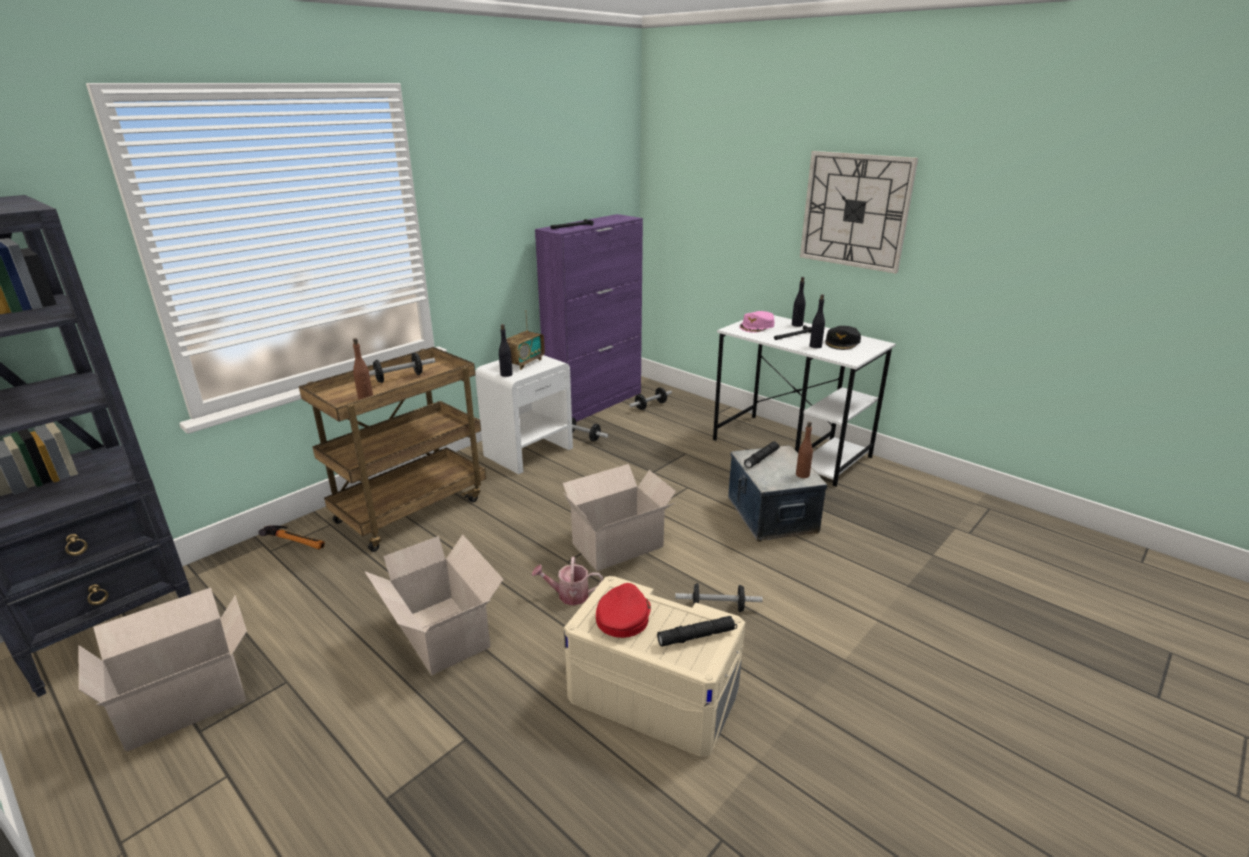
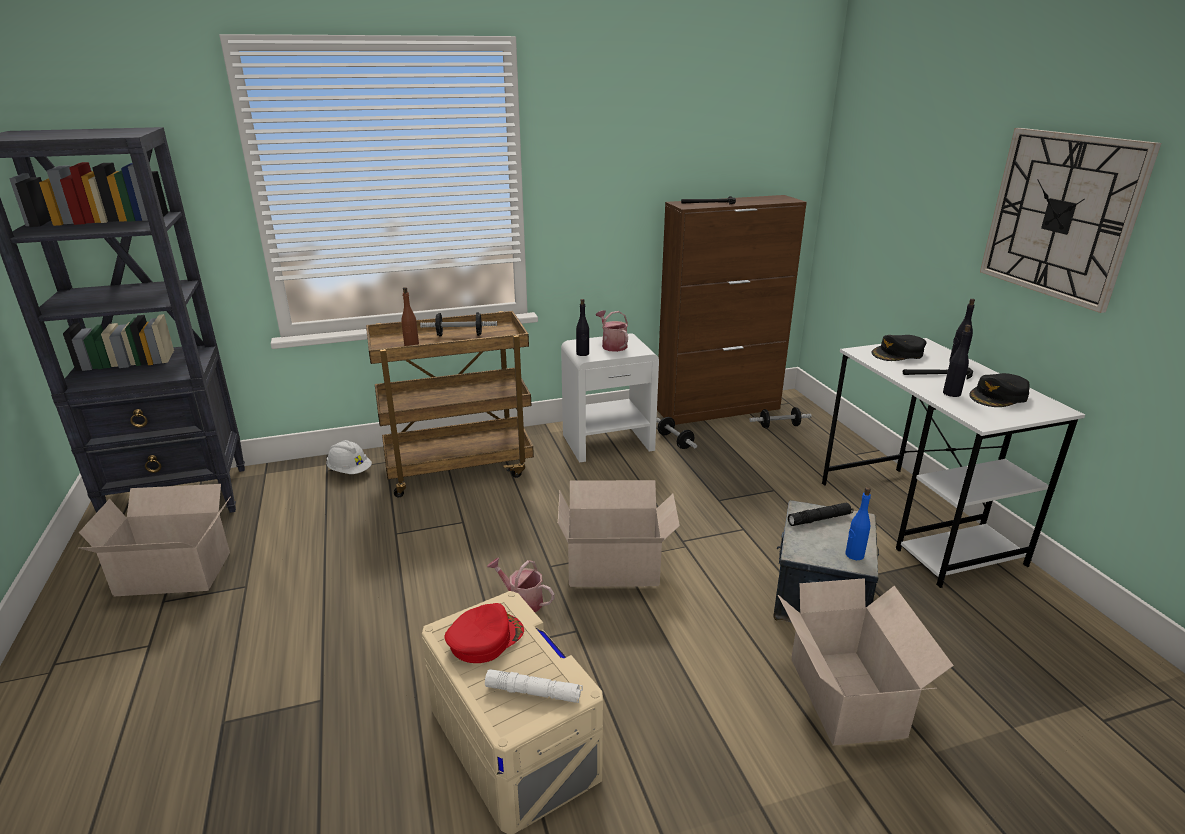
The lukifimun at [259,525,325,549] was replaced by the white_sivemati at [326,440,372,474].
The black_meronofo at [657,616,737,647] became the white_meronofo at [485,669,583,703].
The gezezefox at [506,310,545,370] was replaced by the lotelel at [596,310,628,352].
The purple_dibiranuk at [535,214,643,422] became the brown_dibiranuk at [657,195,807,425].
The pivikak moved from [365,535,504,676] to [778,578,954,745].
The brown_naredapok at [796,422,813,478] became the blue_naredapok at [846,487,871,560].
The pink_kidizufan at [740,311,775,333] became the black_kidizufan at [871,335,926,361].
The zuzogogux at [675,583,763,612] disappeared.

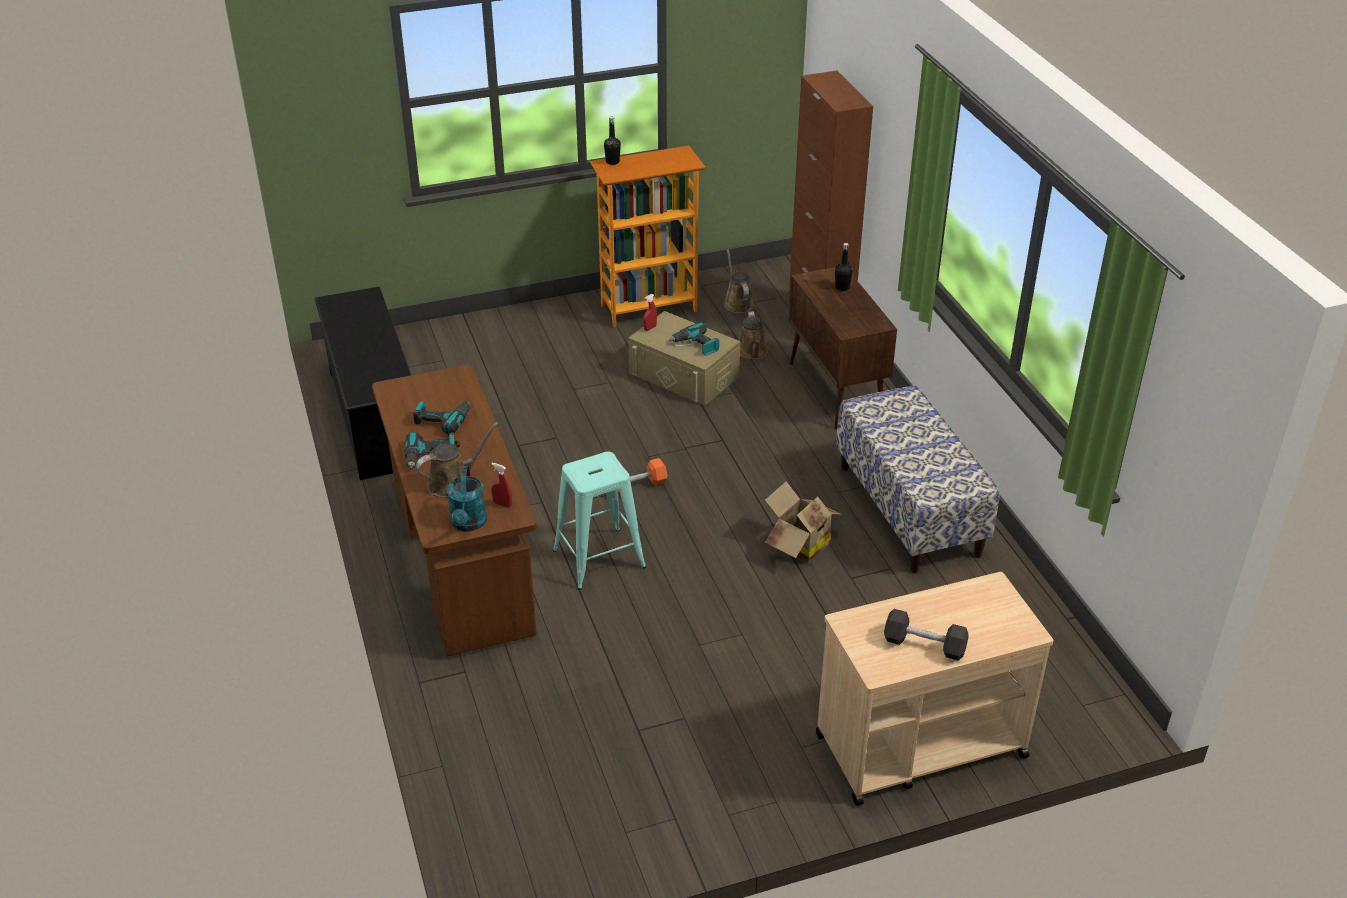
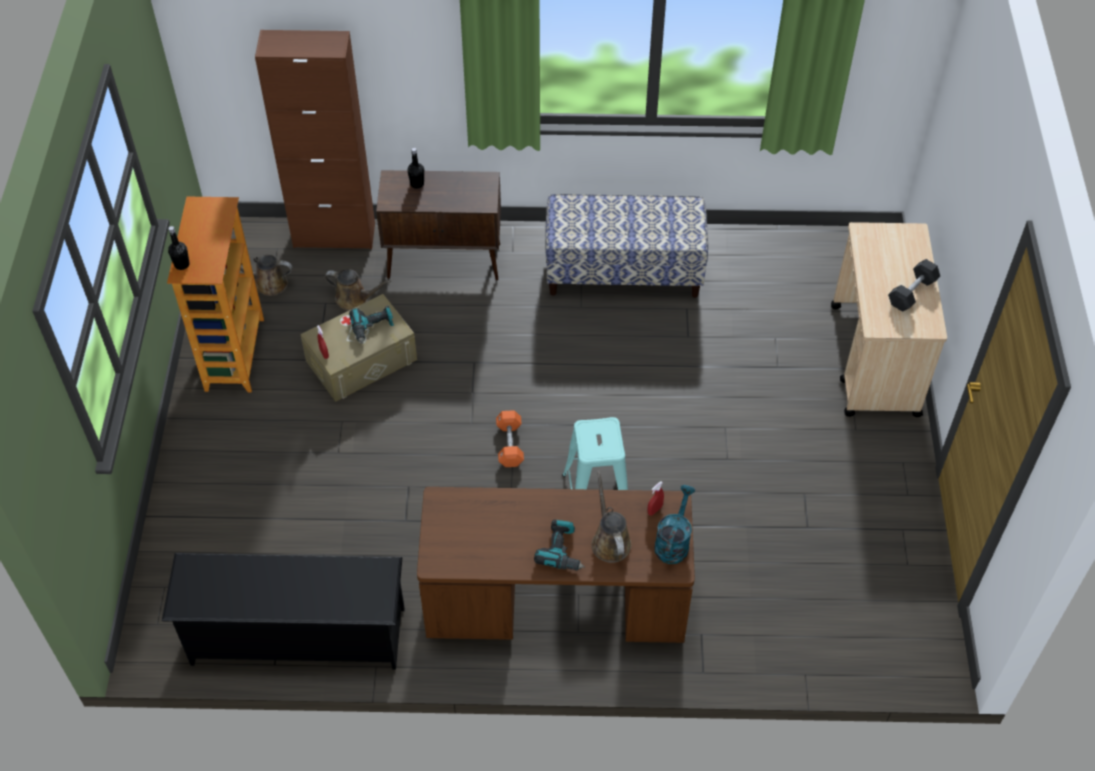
The turquoise_lotelel at [447,466,487,532] turned 90 degrees counterclockwise.
The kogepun at [413,401,471,435] disappeared.
The pivikak at [765,482,842,563] disappeared.

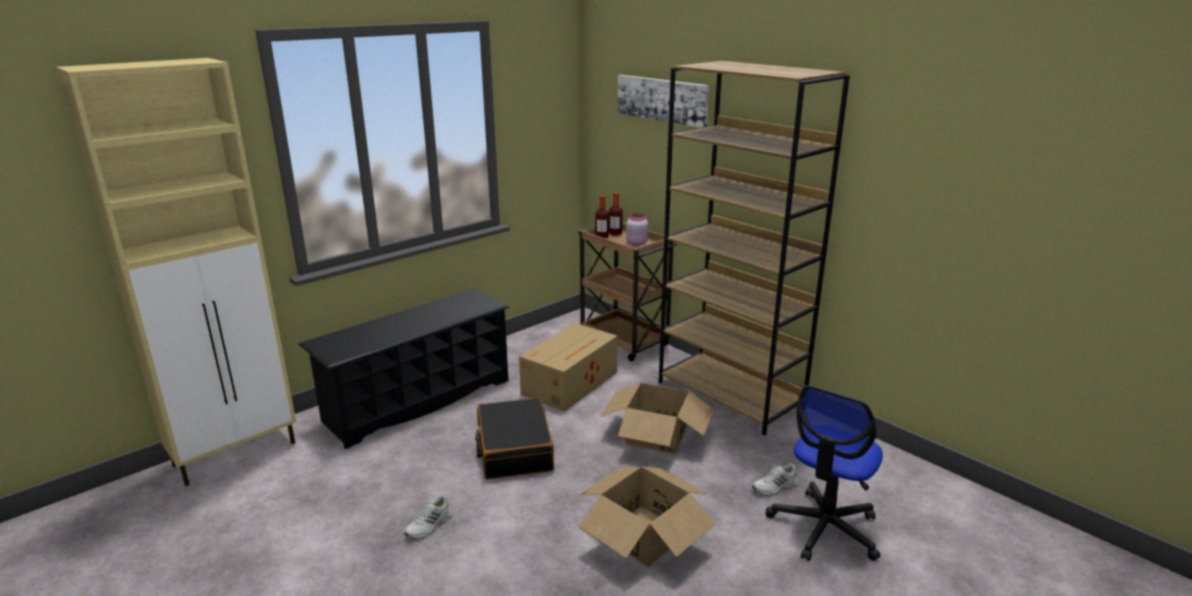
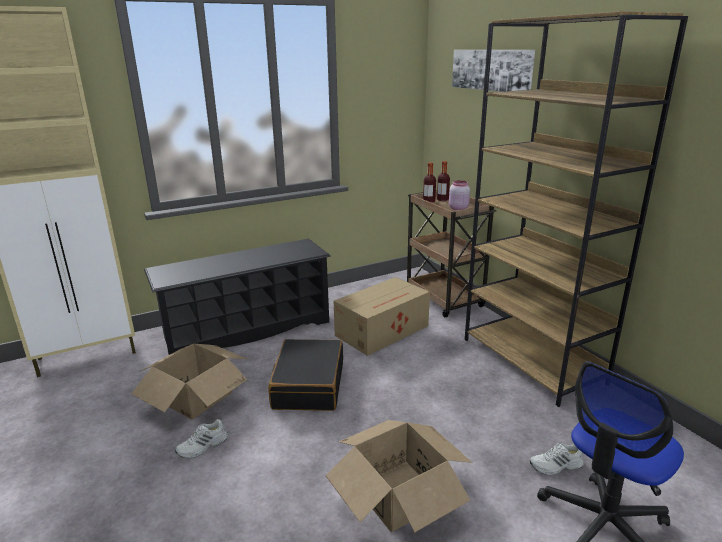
The pivikak moved from [600,383,714,454] to [131,344,248,419].

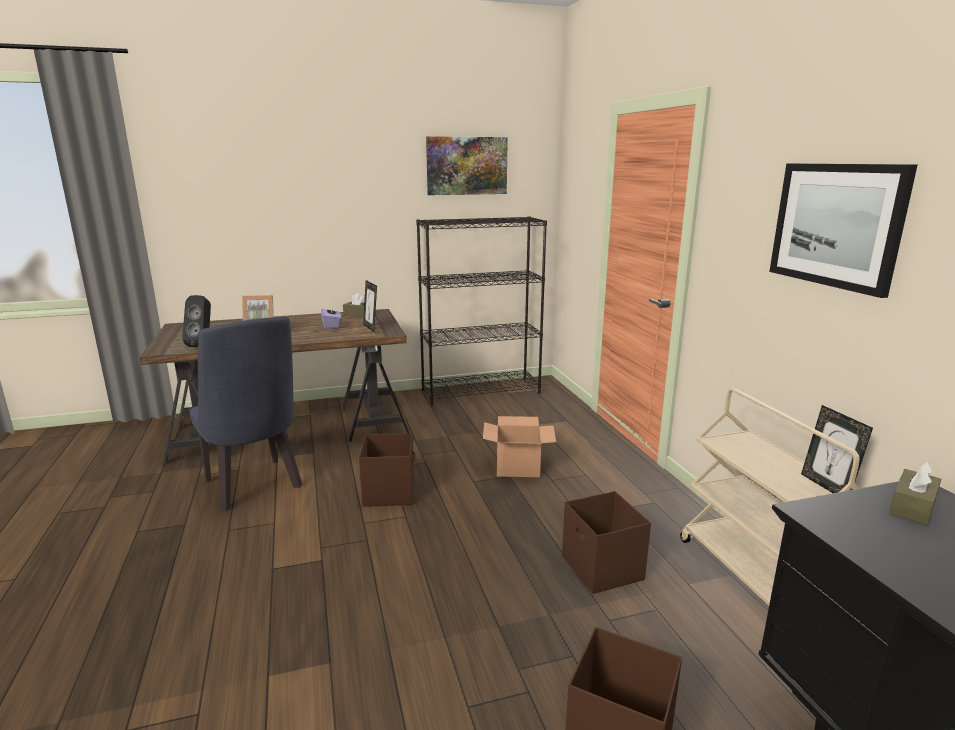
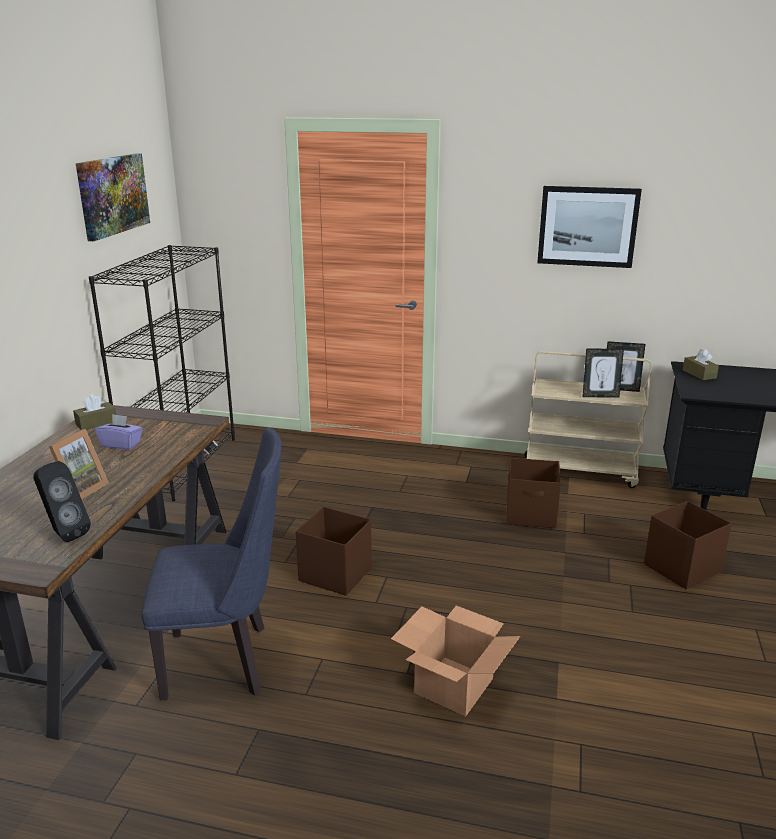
The pivikak moved from [483,416,556,477] to [391,606,520,717].
The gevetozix moved from [363,280,377,332] to [582,348,624,398].

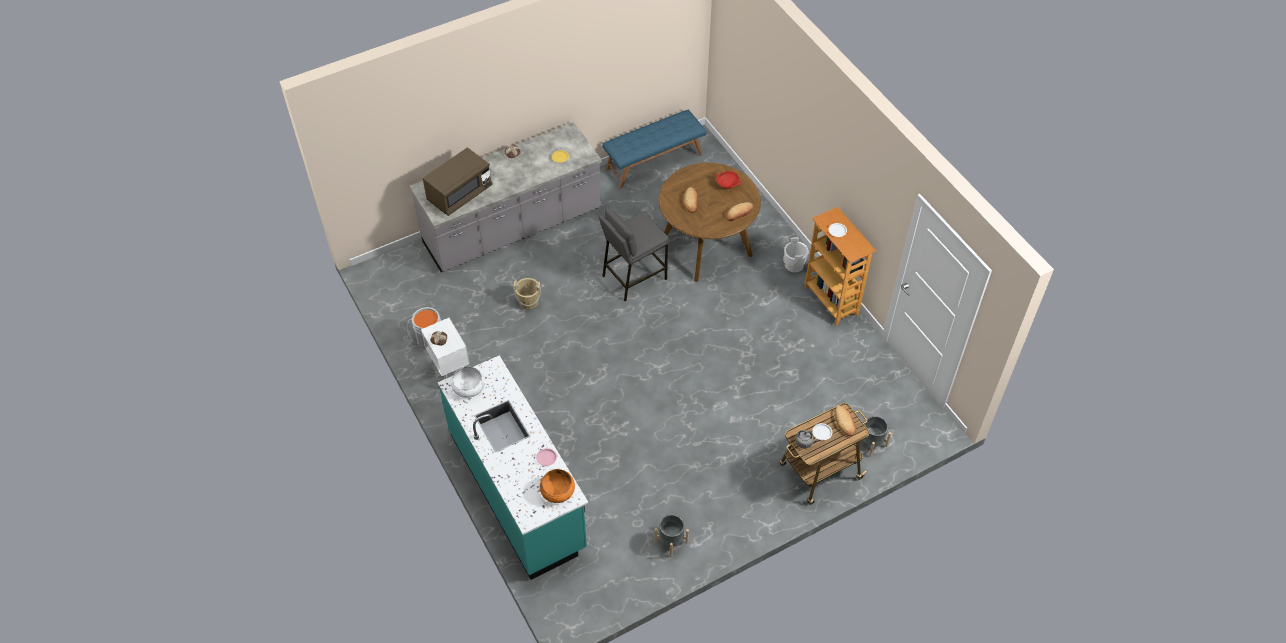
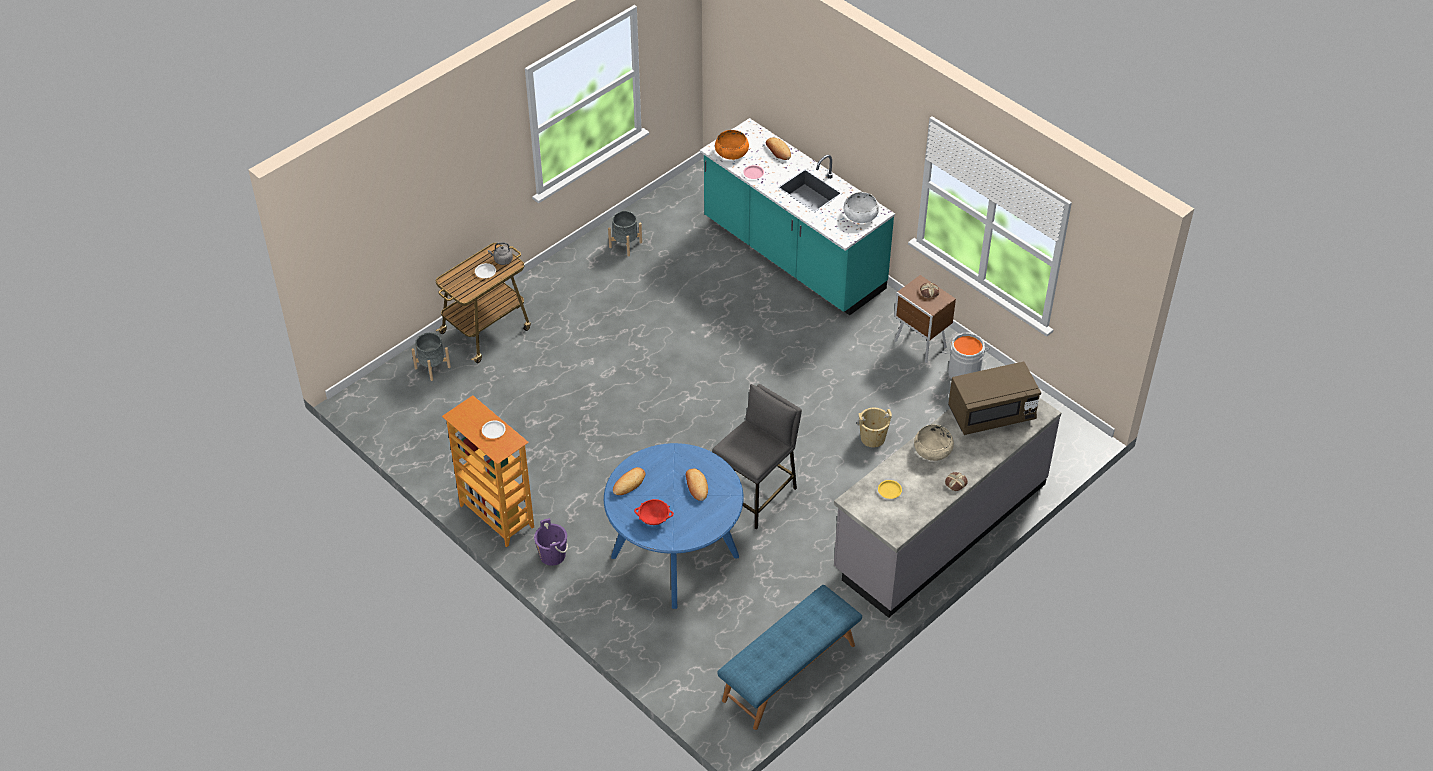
The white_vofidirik at [783,237,809,272] became the purple_vofidirik at [534,518,568,566].
The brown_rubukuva at [658,163,761,282] became the blue_rubukuva at [604,443,744,609].
The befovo moved from [835,406,856,436] to [766,137,791,160].
The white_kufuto at [421,318,470,379] became the brown_kufuto at [894,275,956,363].
The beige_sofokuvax at [914,424,954,461] appeared.
The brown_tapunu at [423,148,493,216] turned 135 degrees counterclockwise.

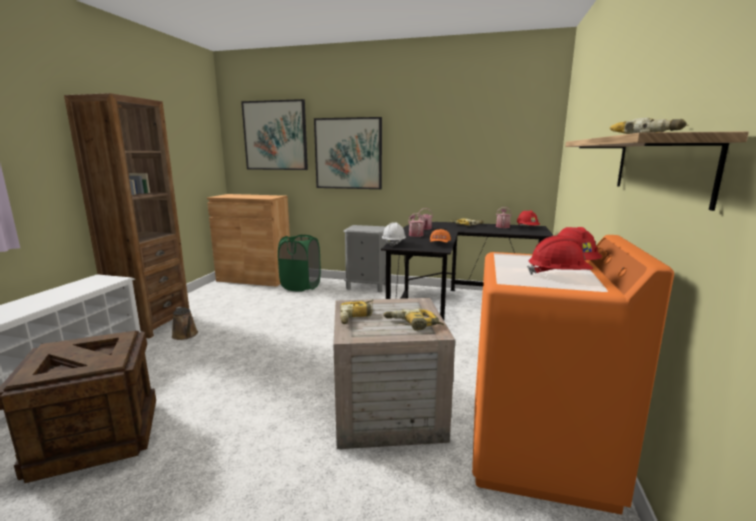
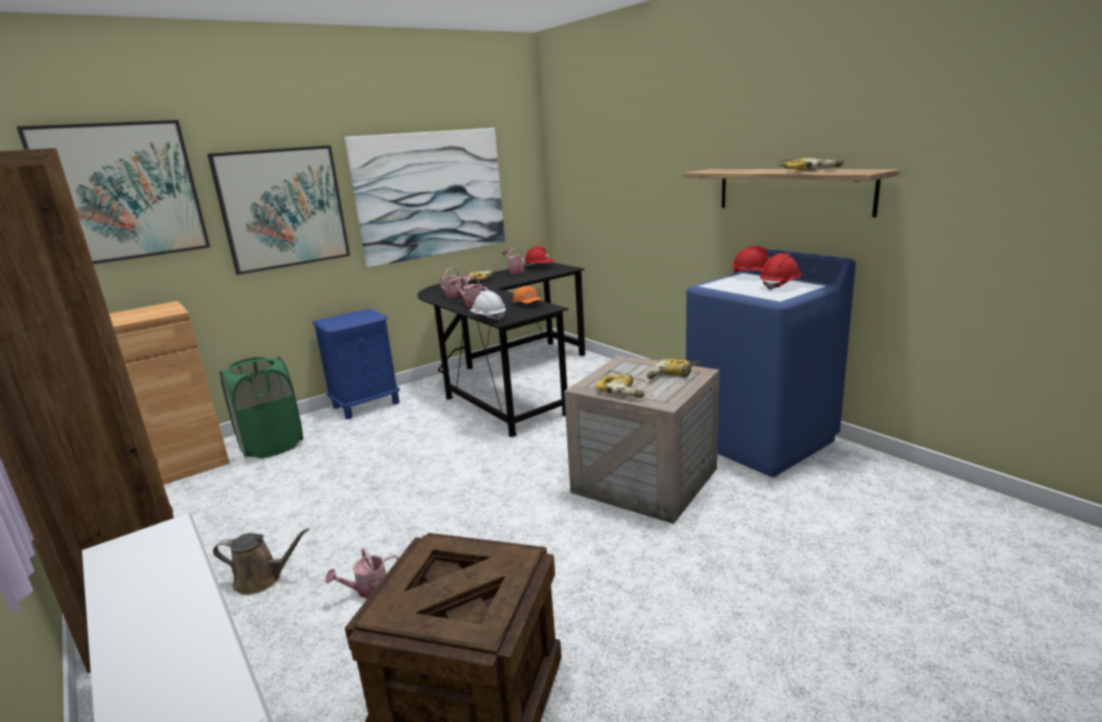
The grey_kufuto at [343,225,388,292] became the blue_kufuto at [312,308,400,419].
The lotelel at [325,547,399,599] appeared.
The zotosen at [344,128,505,267] appeared.
The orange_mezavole at [472,235,674,515] became the blue_mezavole at [686,249,856,477].

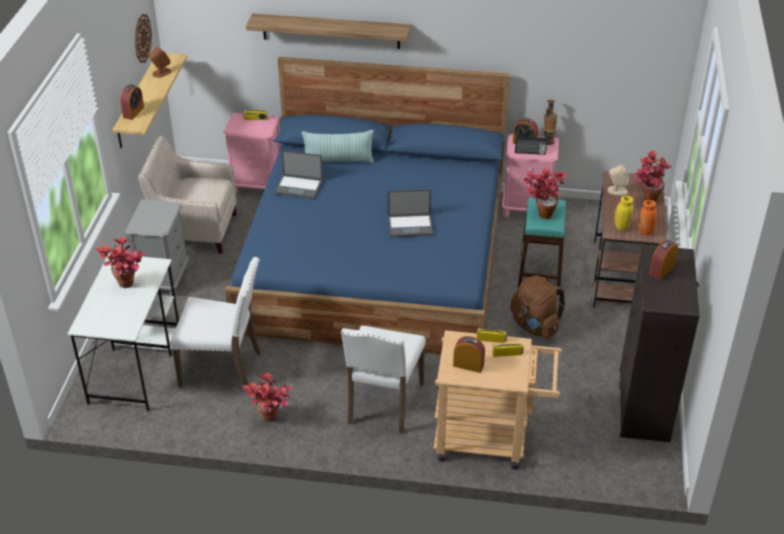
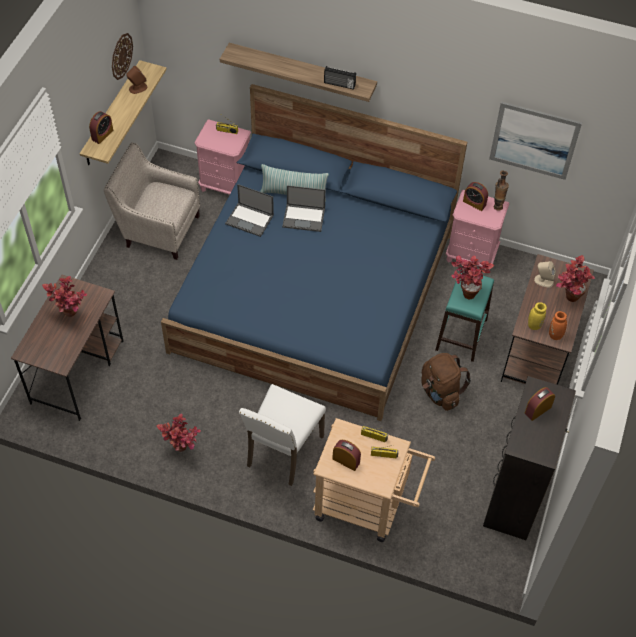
The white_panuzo at [68,254,179,411] became the brown_panuzo at [11,274,123,421].
The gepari moved from [388,189,434,237] to [282,185,326,232].
The gezezefox moved from [515,136,547,155] to [324,66,356,90].
The zotosen at [489,102,582,180] appeared.
The grey_kufuto at [125,199,189,296] disappeared.
The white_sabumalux at [170,257,262,388] disappeared.

